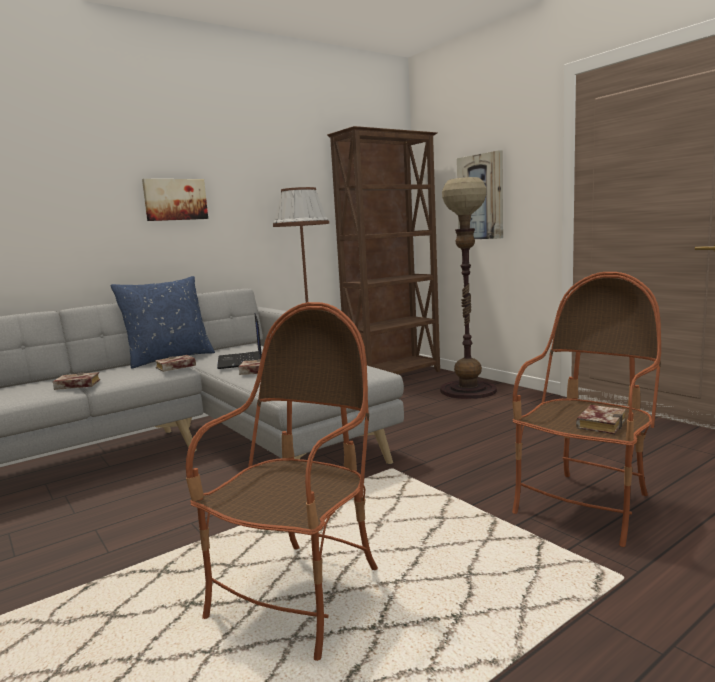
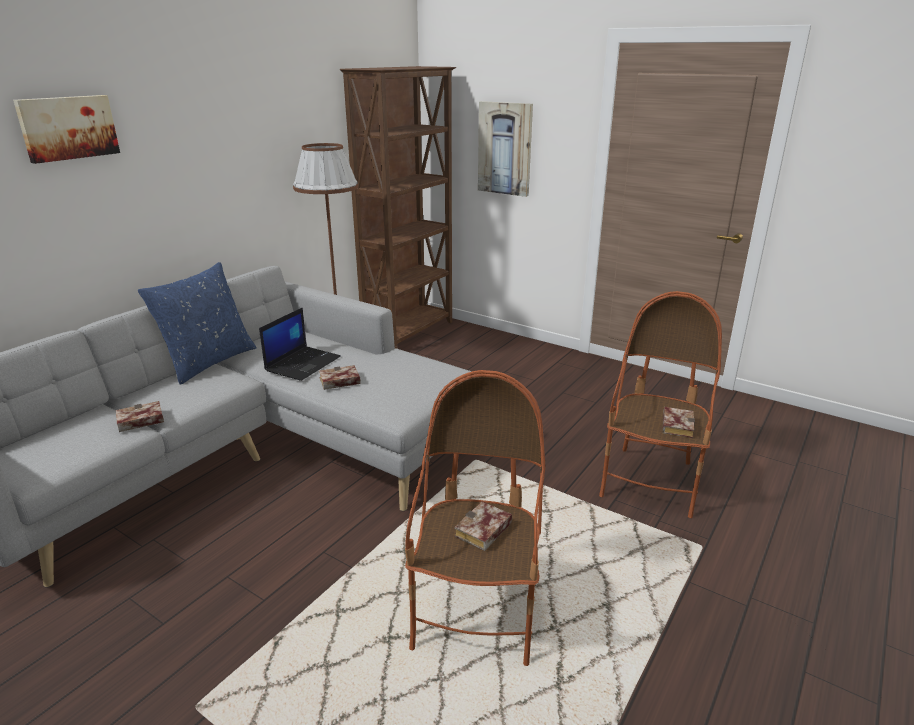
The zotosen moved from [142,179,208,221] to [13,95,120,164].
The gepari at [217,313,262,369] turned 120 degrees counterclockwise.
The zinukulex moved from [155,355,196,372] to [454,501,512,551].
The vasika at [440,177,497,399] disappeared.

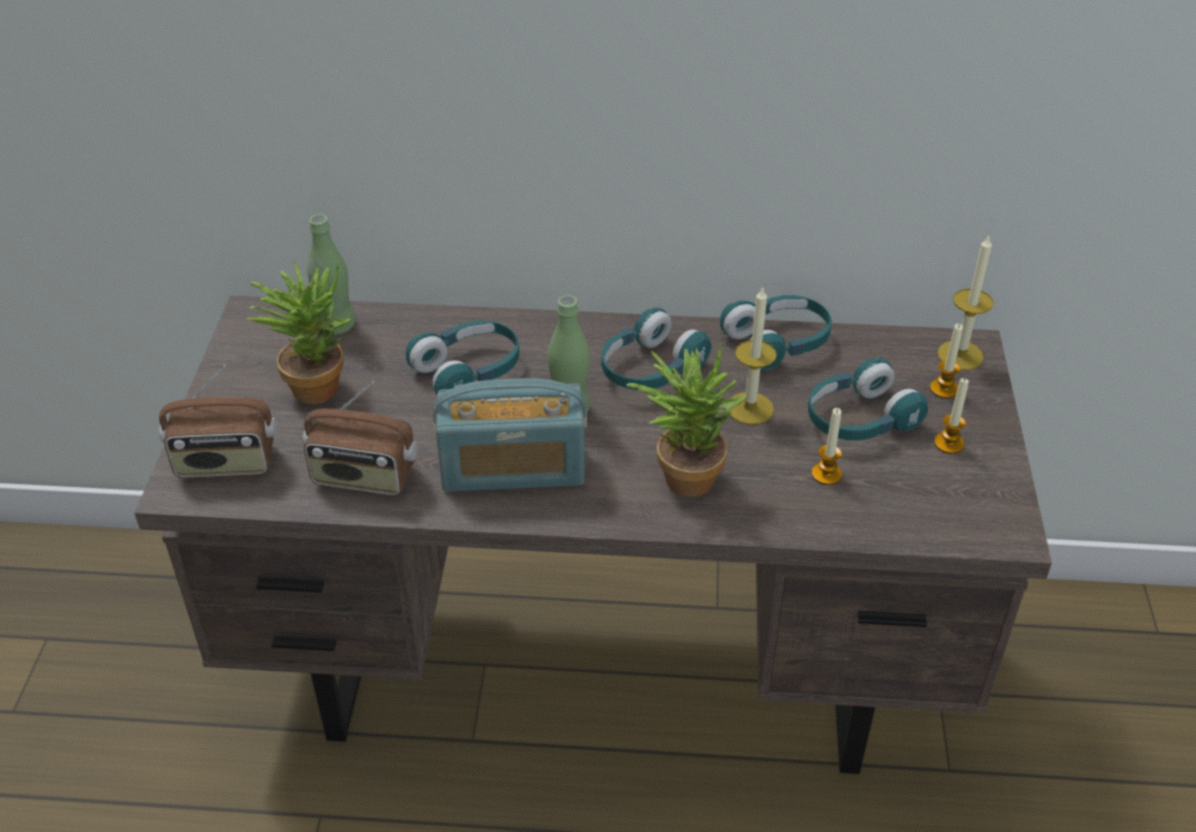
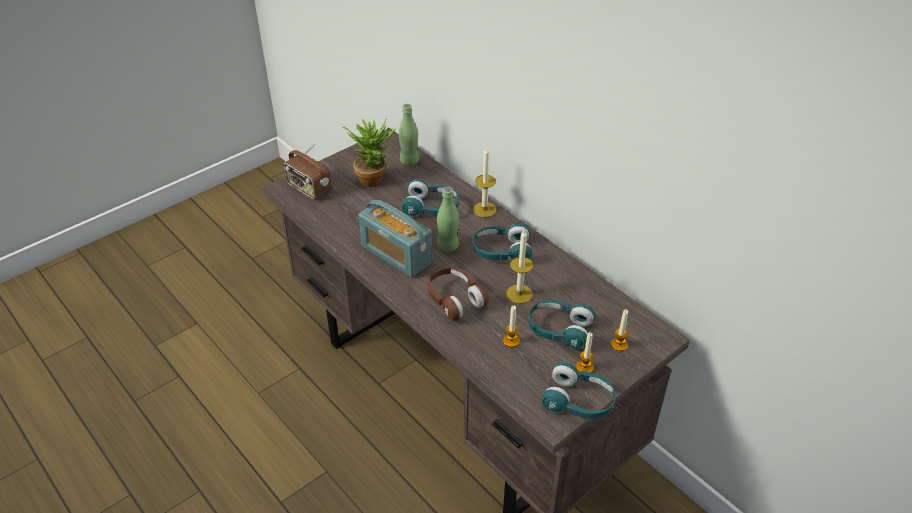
The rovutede at [626,342,747,497] was replaced by the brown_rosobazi at [428,268,489,321].
The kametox moved from [937,235,994,370] to [473,147,496,217].
The turquoise_rosobazi moved from [720,295,832,371] to [541,361,616,419].
The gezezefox at [303,381,417,496] disappeared.

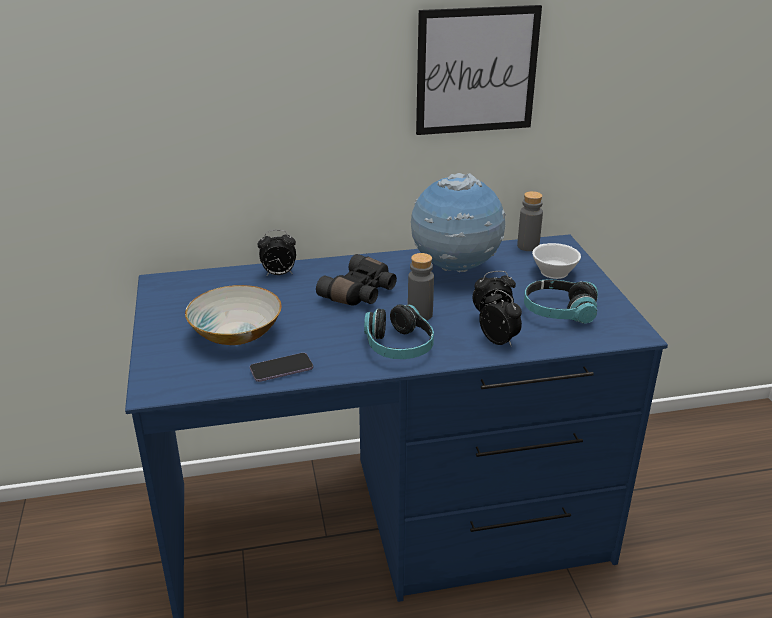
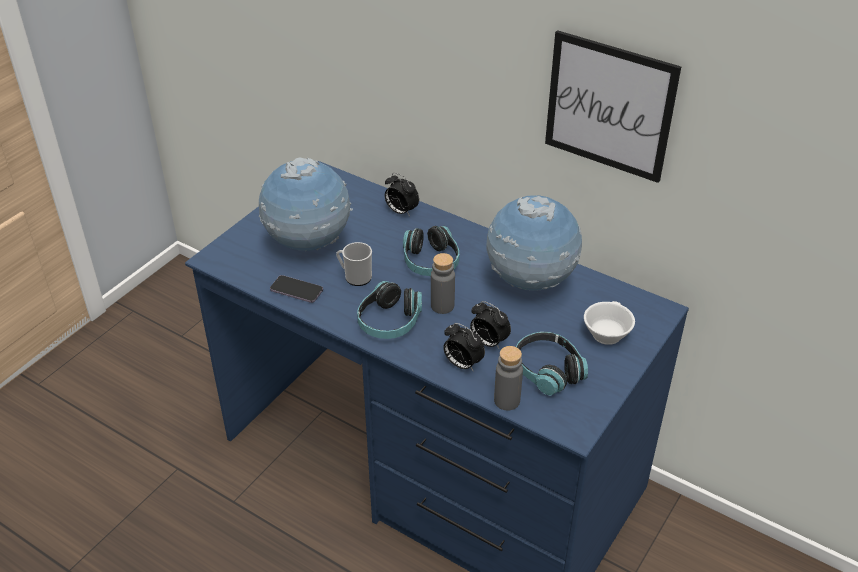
The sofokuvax at [185,285,282,345] was replaced by the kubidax at [259,157,353,251].
The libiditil at [336,242,372,286] appeared.
The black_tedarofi at [316,254,397,306] was replaced by the rosobazi at [403,226,459,276].
The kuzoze at [479,290,522,347] turned 120 degrees clockwise.
The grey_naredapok moved from [517,191,543,251] to [494,346,523,411].

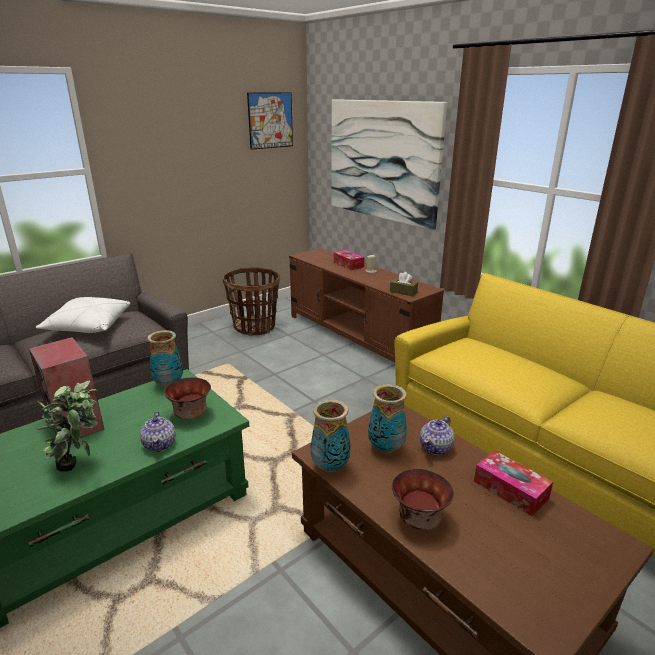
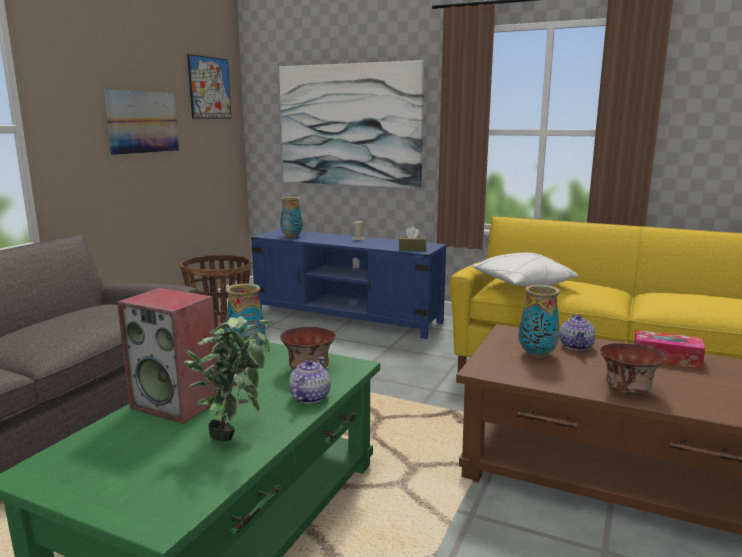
The zotosen at [104,90,179,155] appeared.
The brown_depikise at [289,248,444,363] became the blue_depikise at [251,229,446,339].
The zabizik moved from [311,400,351,472] to [280,197,303,238].
The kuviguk at [140,411,176,452] turned 120 degrees counterclockwise.
The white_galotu moved from [36,297,130,333] to [471,253,579,286].
The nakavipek at [334,250,364,270] disappeared.

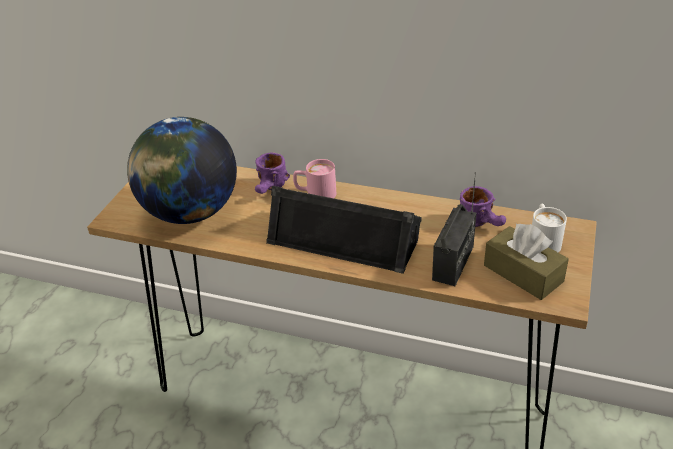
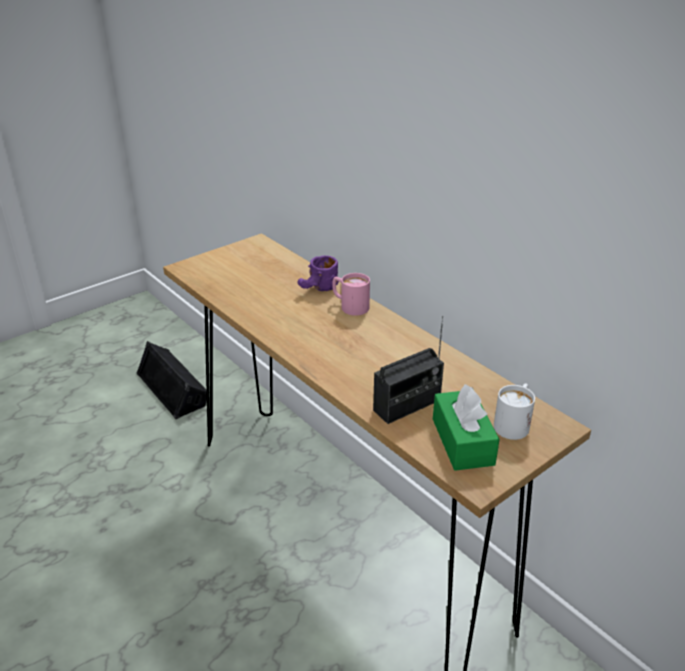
The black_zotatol moved from [266,186,422,274] to [136,341,207,419].
The brown_nakavipek at [484,224,569,300] became the green_nakavipek at [433,384,500,471].
The kubidax at [127,117,237,224] disappeared.
The purple_libiditil at [460,186,506,227] disappeared.

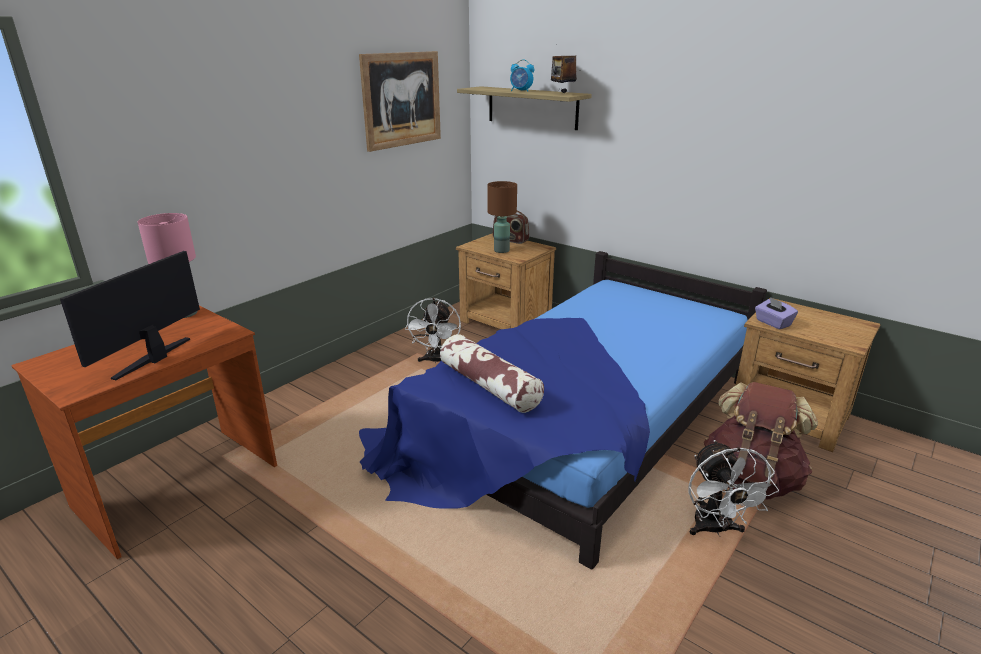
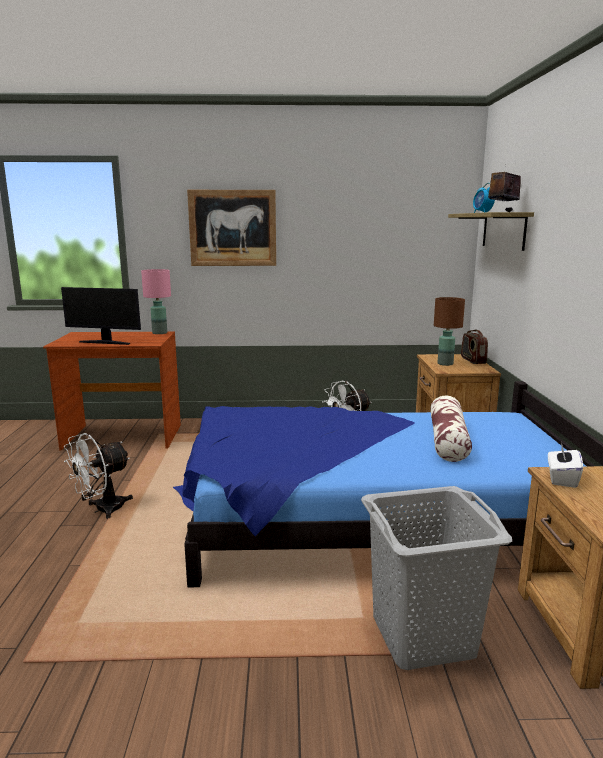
The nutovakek at [60,251,200,380] turned 150 degrees counterclockwise.
The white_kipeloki moved from [688,440,779,537] to [64,433,133,519].
The zotosen moved from [359,51,441,152] to [187,190,276,266].
The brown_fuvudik at [704,382,818,500] was replaced by the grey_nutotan at [361,486,512,670].
The galotu moved from [440,334,544,413] to [430,396,472,462].
The purple_nakavipek at [755,297,798,330] became the white_nakavipek at [548,443,583,488].

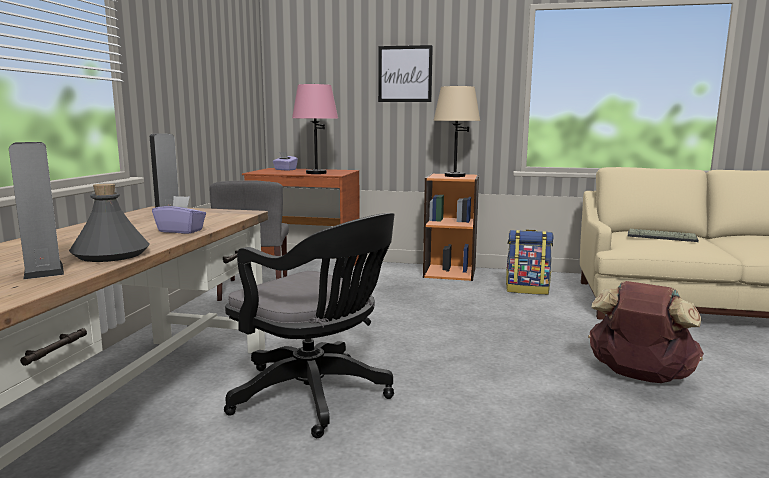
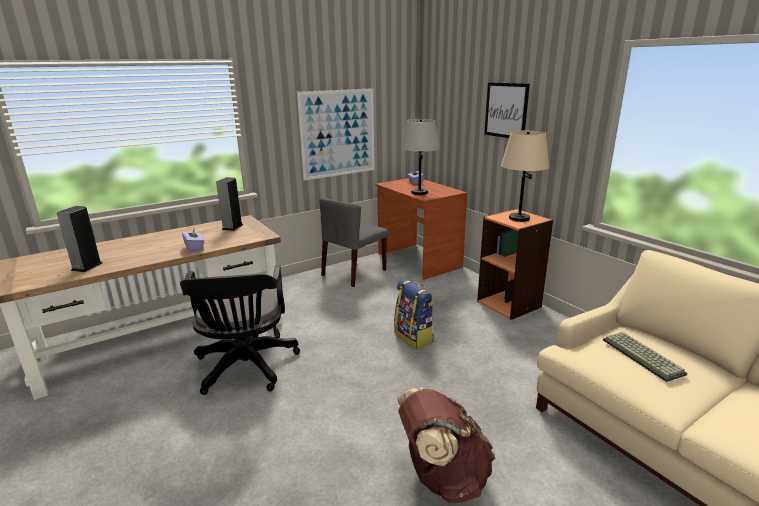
The zotosen at [297,88,375,180] appeared.
The fuvudik moved from [506,230,554,295] to [394,279,434,350].
The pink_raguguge at [292,84,338,174] became the grey_raguguge at [401,119,440,195].
The grey_naredapok at [69,183,149,262] disappeared.

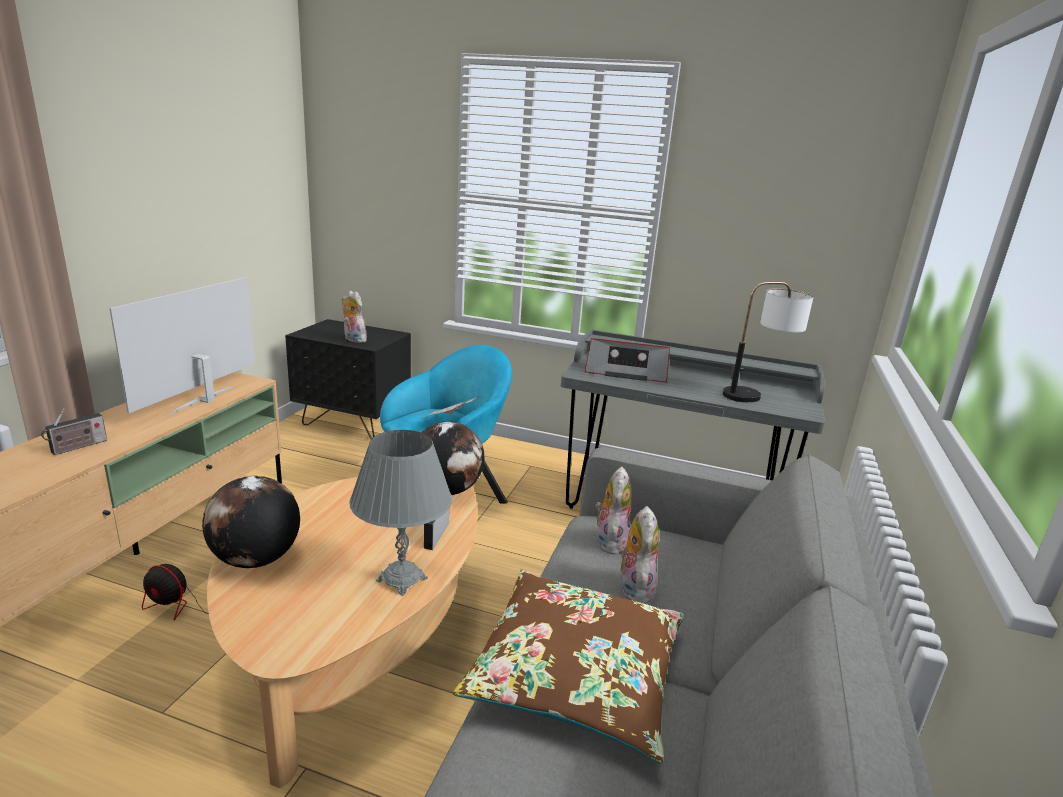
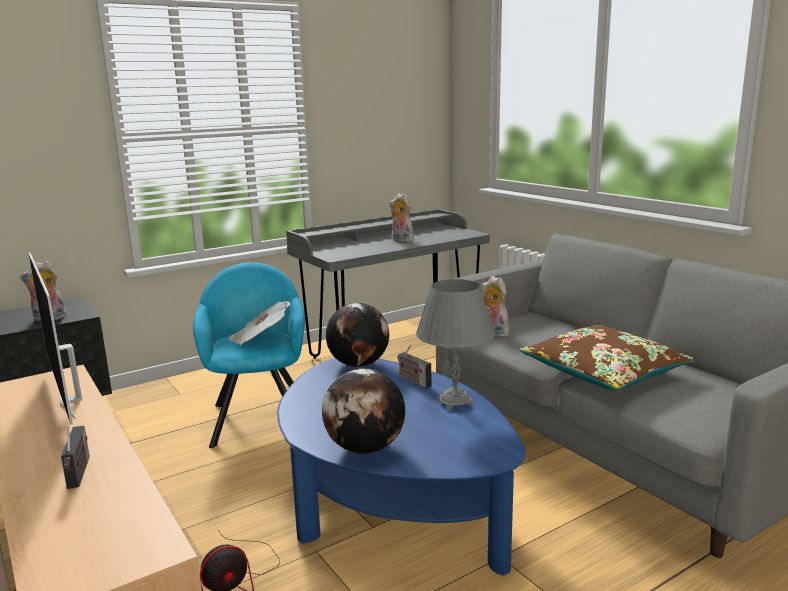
The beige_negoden at [207,477,477,788] became the blue_negoden at [277,358,525,576].
The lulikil moved from [618,506,659,604] to [390,193,414,242].
The gezezefox at [585,338,670,382] disappeared.
The raguguge at [723,282,813,402] disappeared.

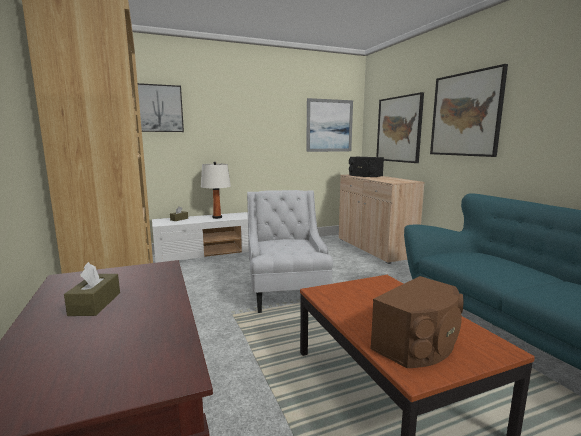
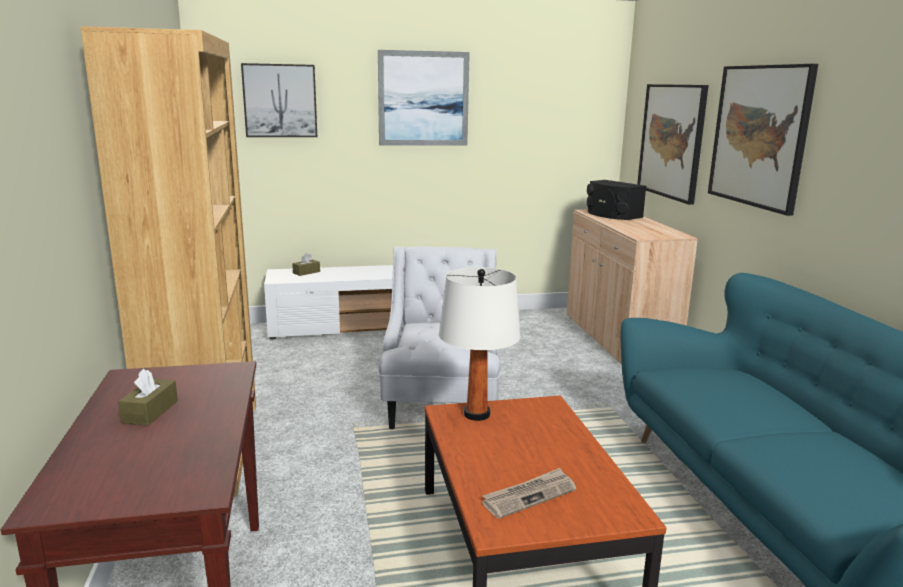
The zotosen moved from [306,98,353,152] to [378,50,470,145].
The white_raguguge moved from [201,162,231,219] to [439,267,520,421].
The brown_zotatol at [370,276,463,368] was replaced by the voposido at [482,468,576,519].

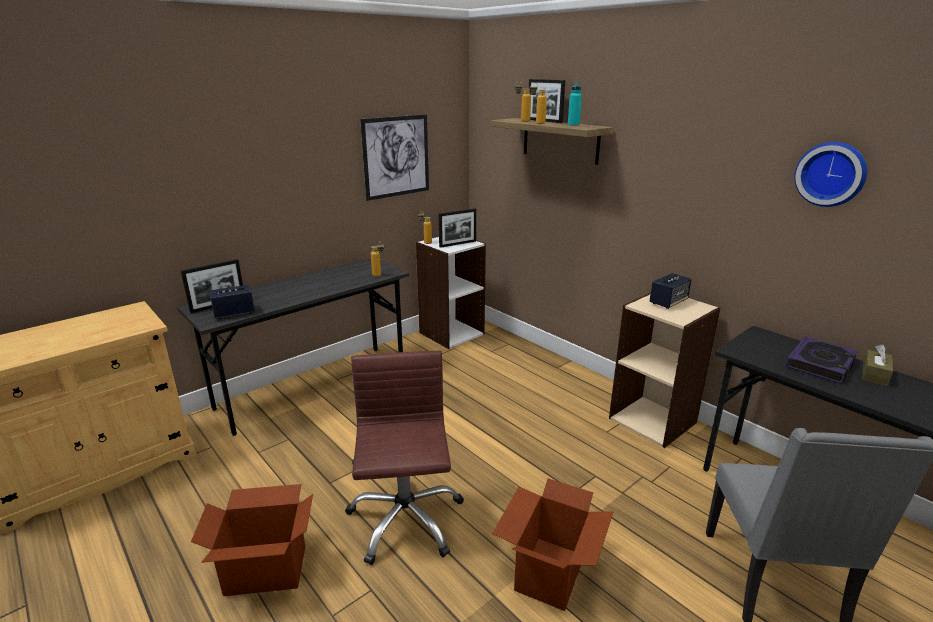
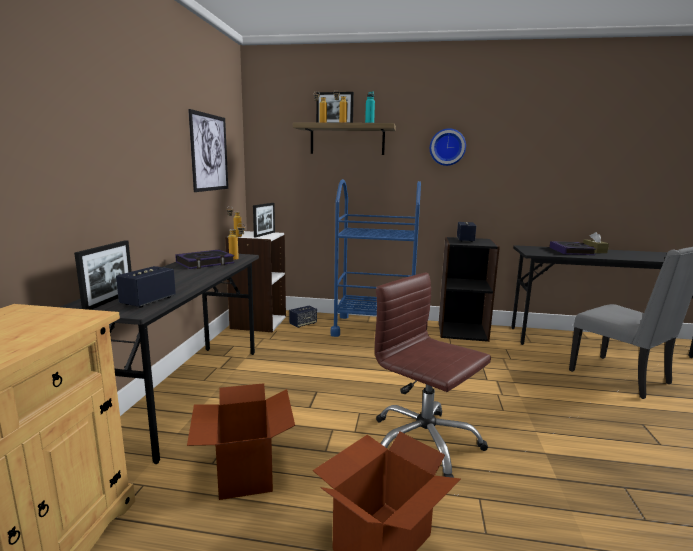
The zinukulex at [175,250,235,269] appeared.
The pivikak moved from [492,478,613,611] to [187,383,295,500].
The zotatol at [289,306,317,328] appeared.
The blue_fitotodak at [331,179,421,337] appeared.
The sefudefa moved from [794,142,867,207] to [430,128,466,166].
The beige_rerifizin at [609,293,721,448] became the black_rerifizin at [439,237,500,342].

